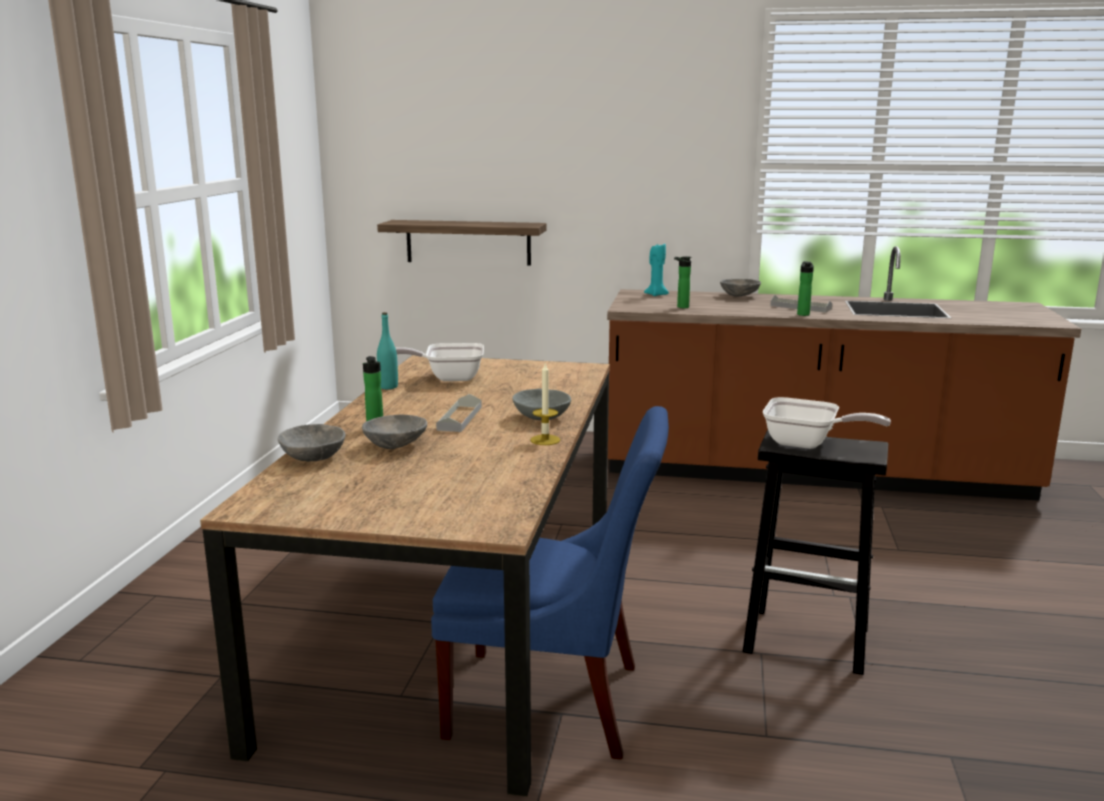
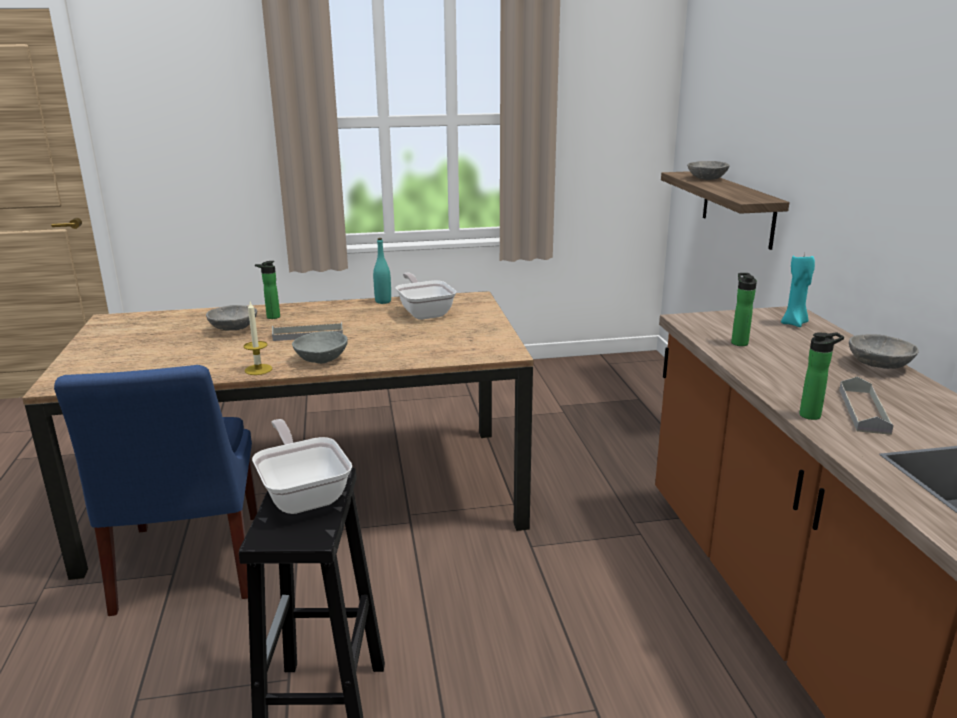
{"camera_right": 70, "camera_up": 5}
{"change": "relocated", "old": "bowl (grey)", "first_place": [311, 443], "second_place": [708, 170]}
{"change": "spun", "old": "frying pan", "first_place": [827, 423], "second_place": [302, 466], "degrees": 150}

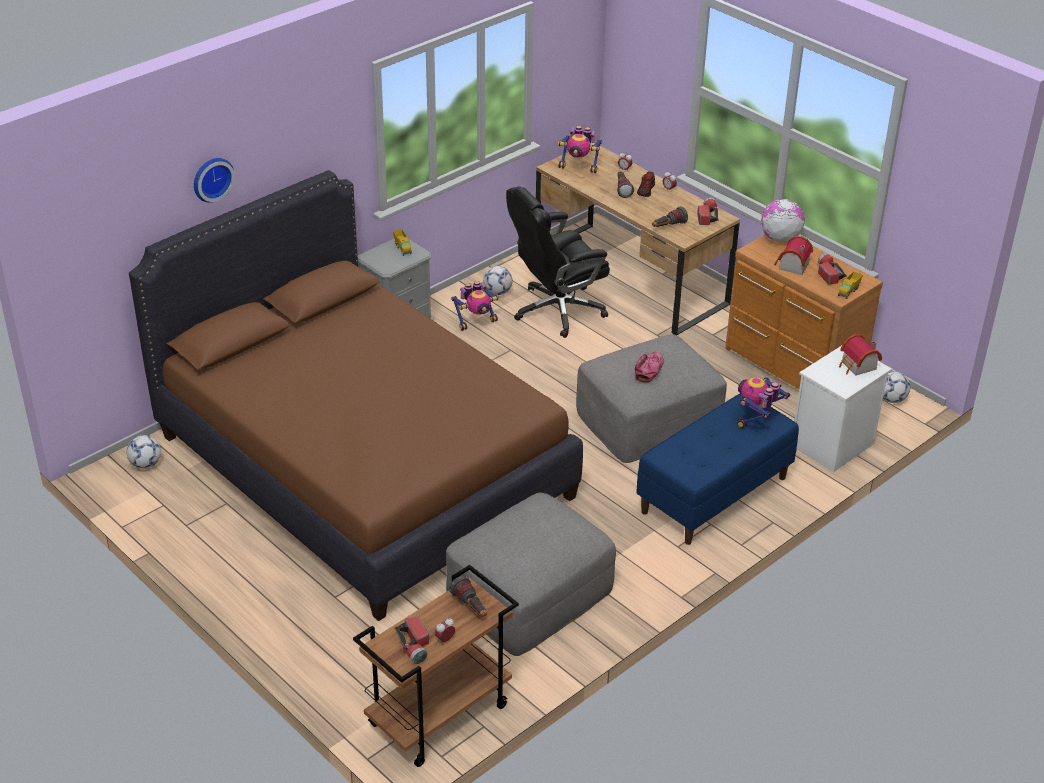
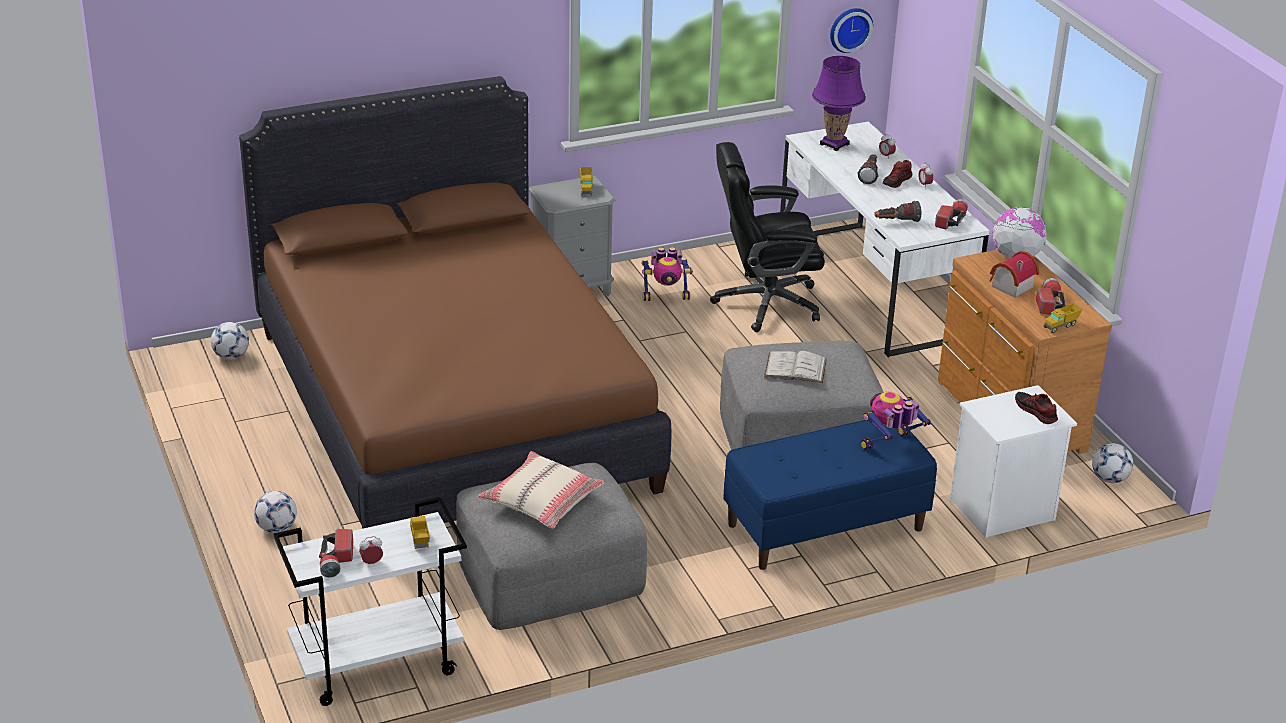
{"camera_right": 20, "camera_up": -5}
{"change": "appeared", "new": "pillow (beige)", "second_place": [541, 490]}
{"change": "relocated", "old": "wall clock", "first_place": [214, 180], "second_place": [851, 30]}
{"change": "relocated", "old": "football", "first_place": [498, 280], "second_place": [275, 512]}
{"change": "exchanged", "old": "flashlight", "new": "toy truck", "first_place": [468, 596], "second_place": [420, 532]}
{"change": "exchanged", "old": "toy robot", "new": "table lamp (purple)", "first_place": [580, 149], "second_place": [839, 103]}
{"change": "exchanged", "old": "cap", "new": "book (white)", "first_place": [649, 367], "second_place": [795, 367]}
{"change": "exchanged", "old": "toy house", "new": "shoe", "first_place": [860, 354], "second_place": [1036, 408]}
{"change": "colour", "old": "cart (brown)", "new": "cart (white)", "first_place": [436, 666], "second_place": [370, 601]}
{"change": "colour", "old": "desk (brown)", "new": "desk (white)", "first_place": [638, 238], "second_place": [884, 239]}

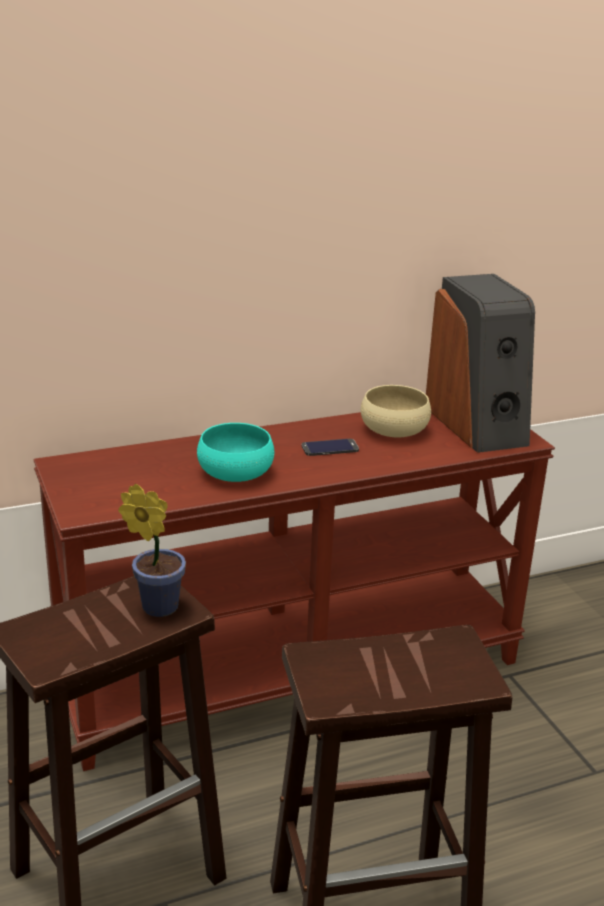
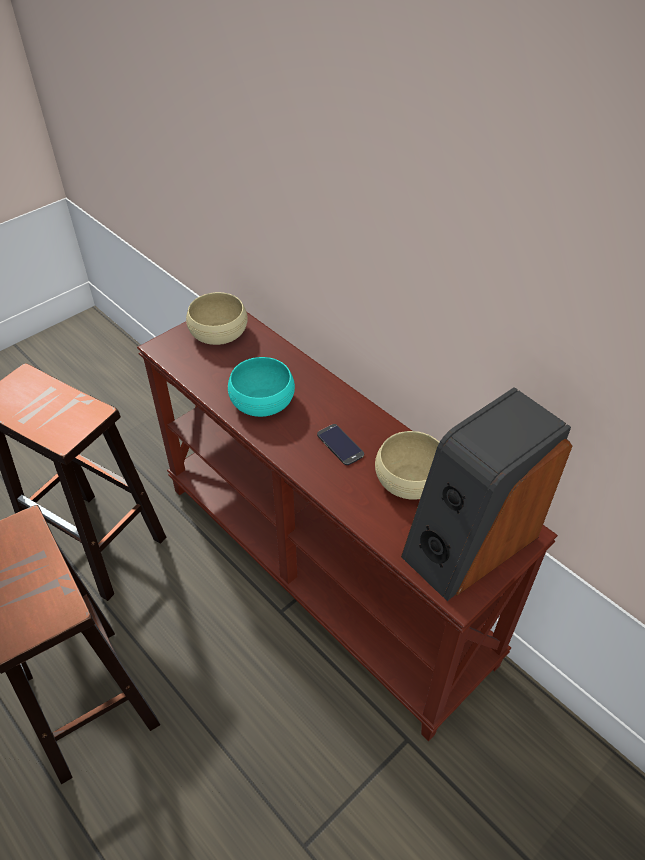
{"camera_right": 70, "camera_up": 20}
{"change": "missing", "old": "potted plant", "first_place": [152, 550]}
{"change": "appeared", "new": "bowl (beige)", "second_place": [216, 318]}

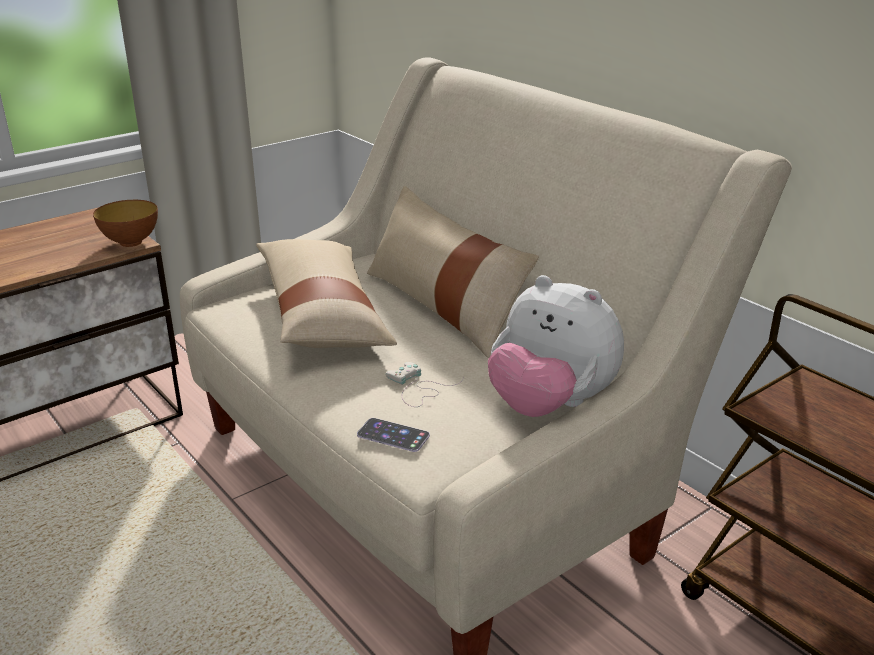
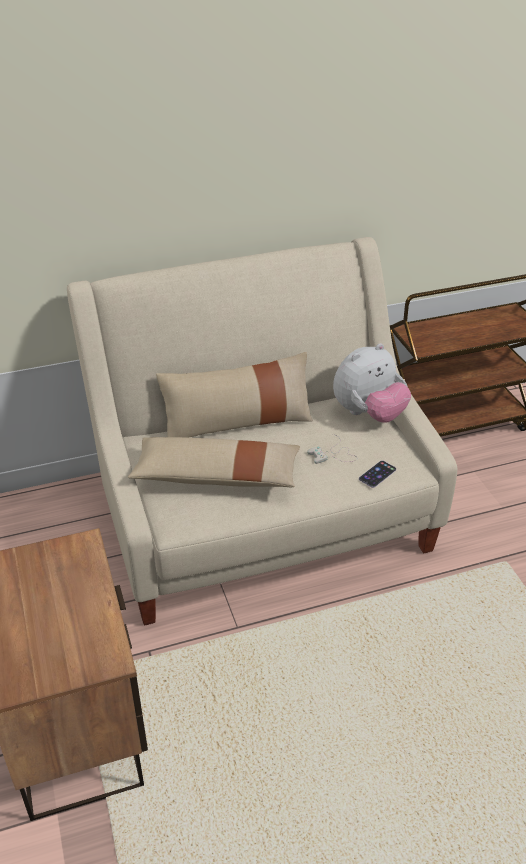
{"camera_right": -70, "camera_up": 10}
{"change": "missing", "old": "bowl", "first_place": [125, 223]}

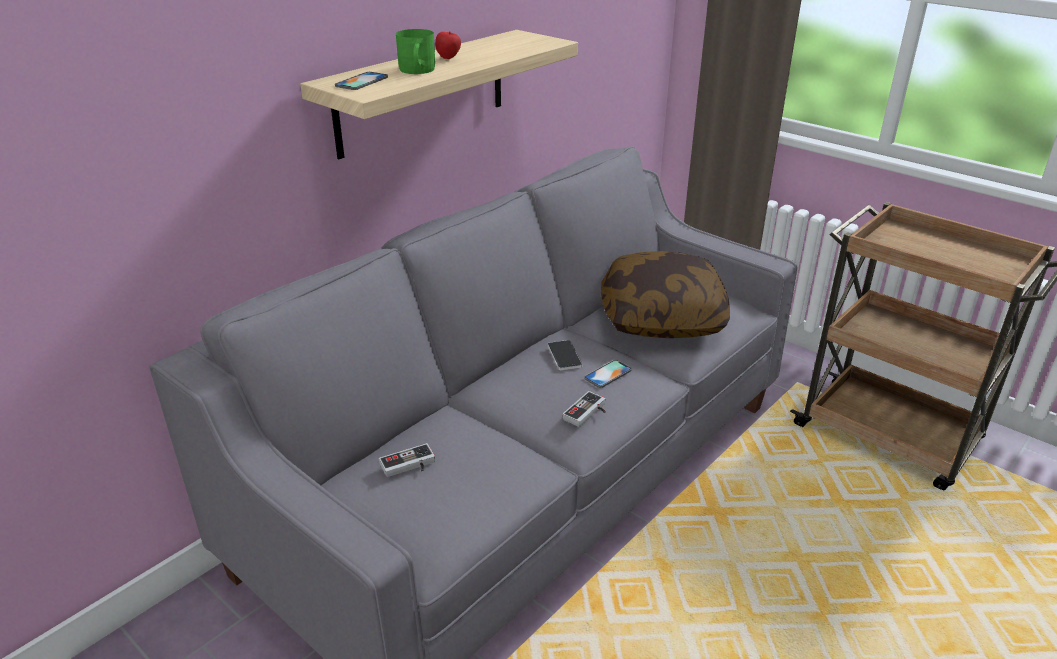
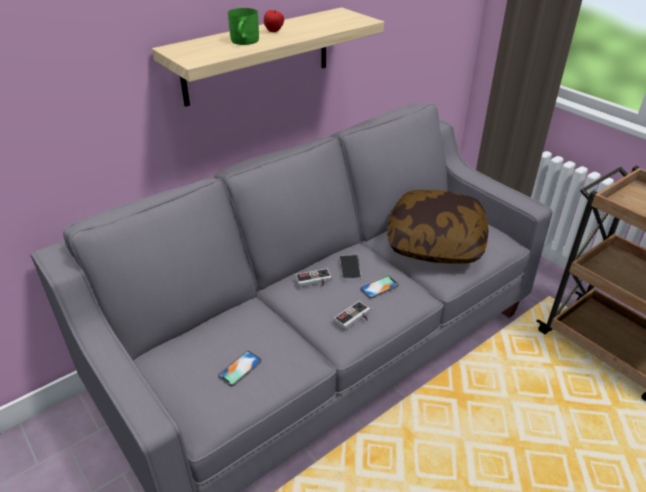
{"camera_right": 10, "camera_up": 5}
{"change": "relocated", "old": "phone", "first_place": [361, 81], "second_place": [240, 368]}
{"change": "relocated", "old": "game controller", "first_place": [407, 460], "second_place": [313, 277]}

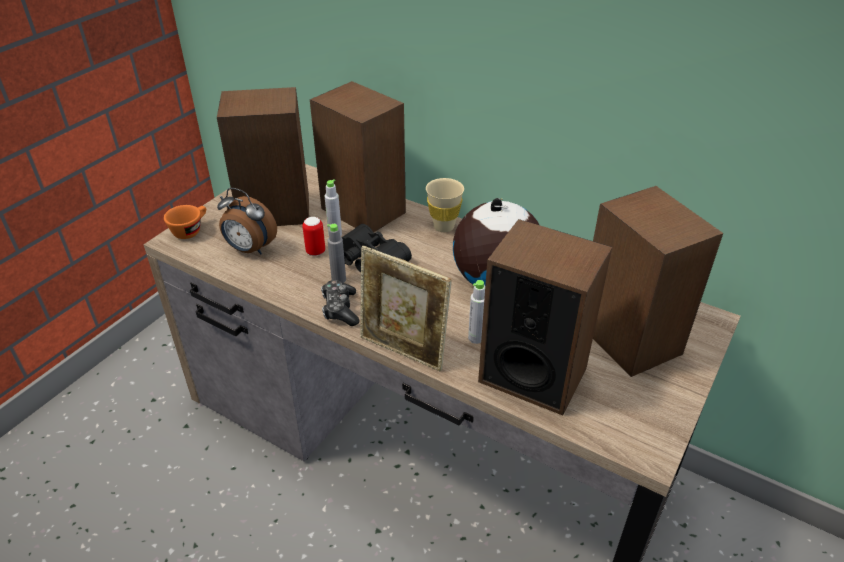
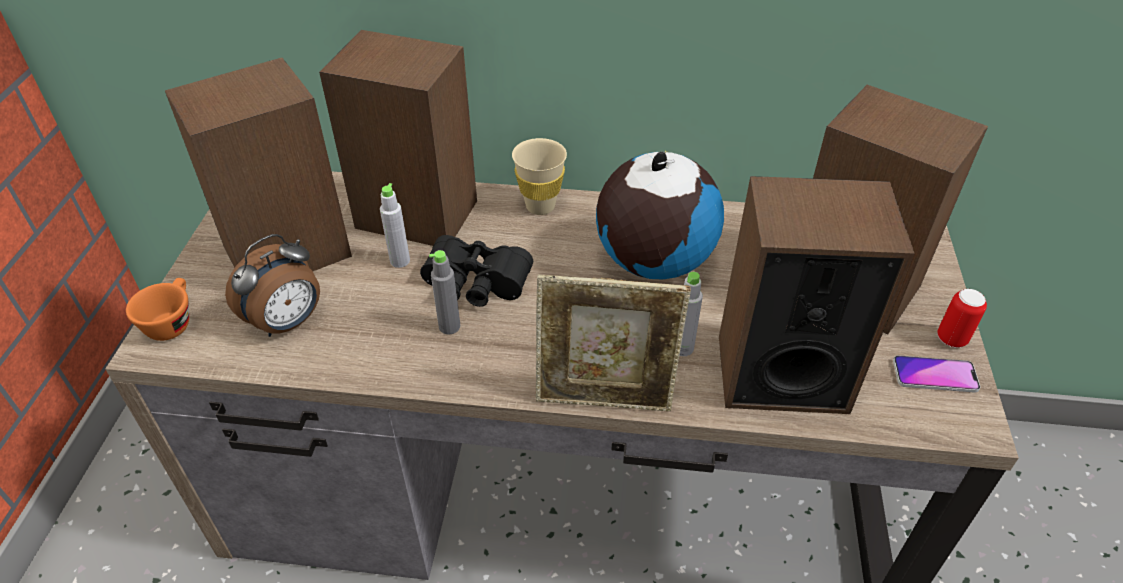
{"camera_right": -25, "camera_up": 5}
{"change": "missing", "old": "game controller", "first_place": [340, 303]}
{"change": "appeared", "new": "phone", "second_place": [936, 374]}
{"change": "relocated", "old": "can", "first_place": [313, 236], "second_place": [962, 318]}
{"change": "spun", "old": "alarm clock", "first_place": [247, 221], "second_place": [272, 285], "degrees": -45}

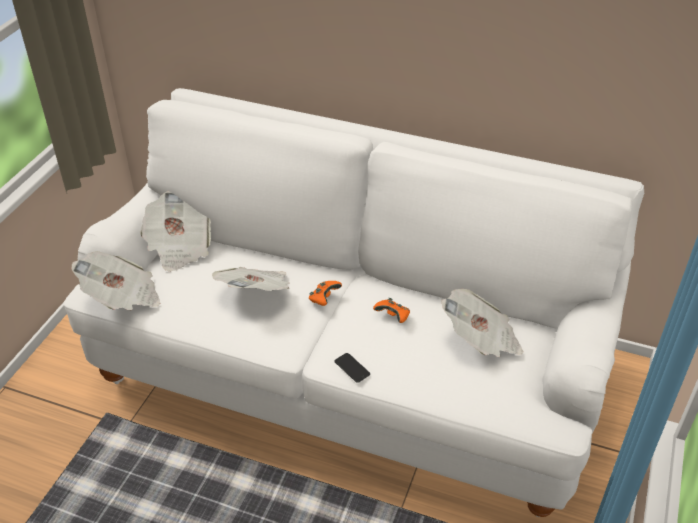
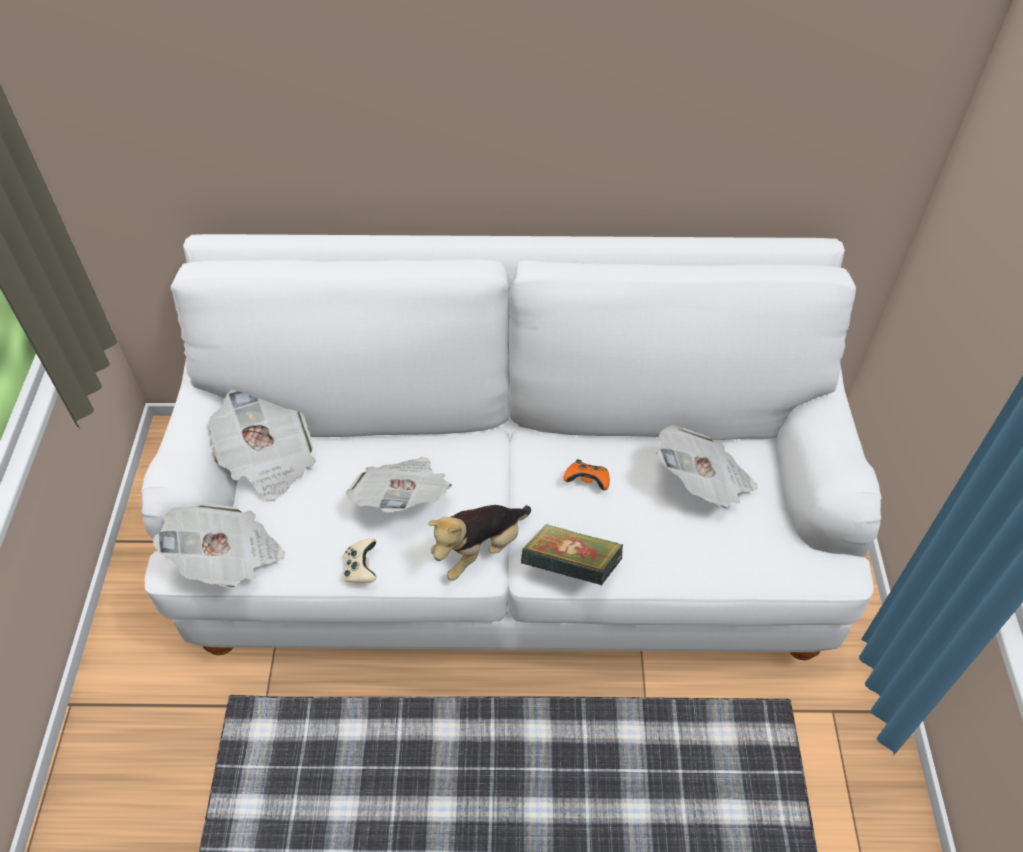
{"camera_right": -20, "camera_up": 10}
{"change": "missing", "old": "game controller (orange)", "first_place": [325, 293]}
{"change": "appeared", "new": "game controller (beige)", "second_place": [359, 560]}
{"change": "appeared", "new": "plush toy", "second_place": [479, 542]}
{"change": "exchanged", "old": "phone", "new": "book", "first_place": [352, 368], "second_place": [572, 555]}

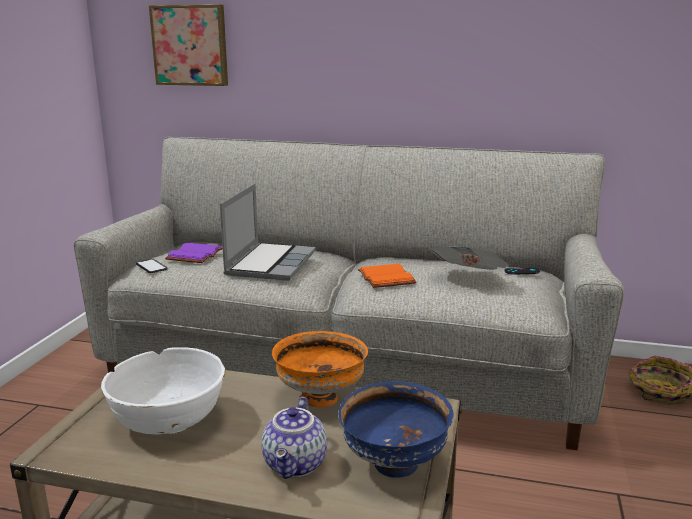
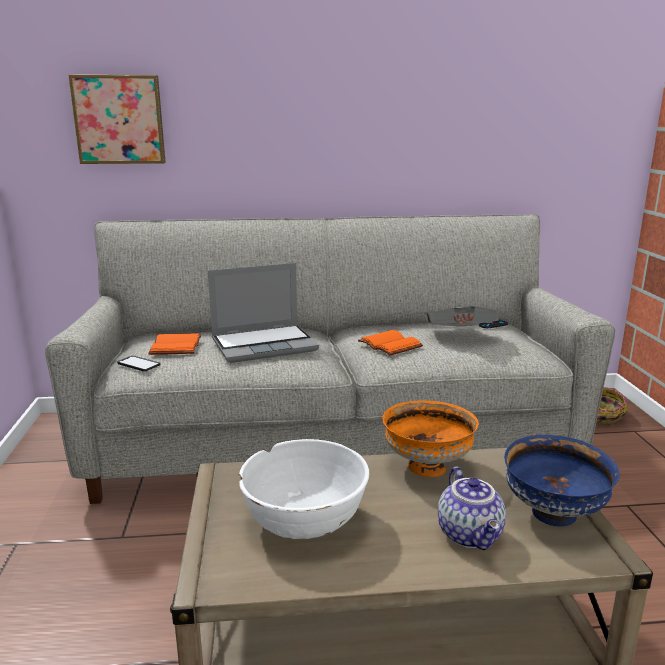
{"camera_right": -20, "camera_up": 0}
{"change": "colour", "old": "book (purple)", "new": "book (orange)", "first_place": [194, 253], "second_place": [174, 344]}
{"change": "spun", "old": "laptop", "first_place": [268, 232], "second_place": [263, 313], "degrees": 75}

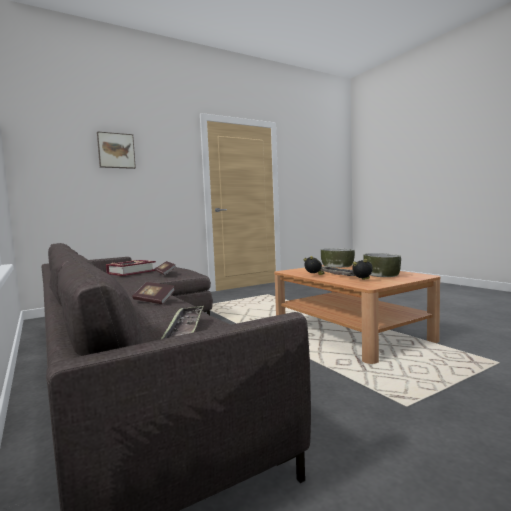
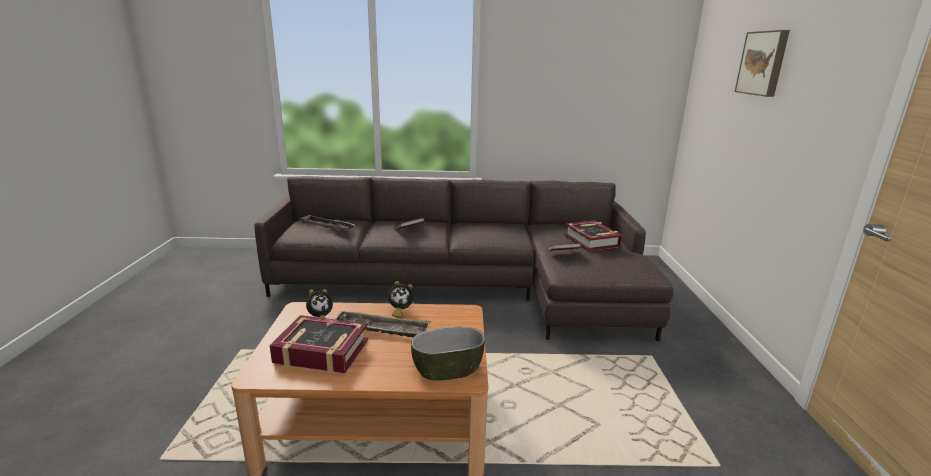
{"camera_right": 120, "camera_up": 15}
{"change": "exchanged", "old": "bowl", "new": "book", "first_place": [382, 265], "second_place": [319, 344]}

